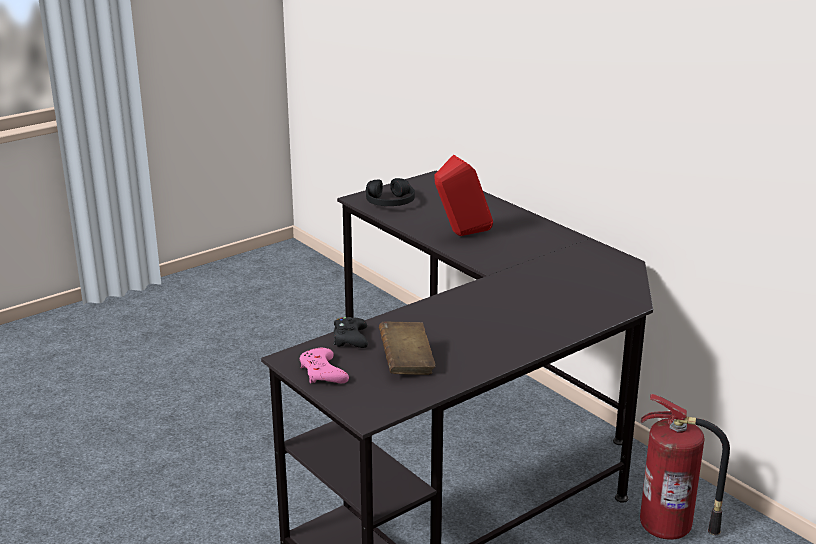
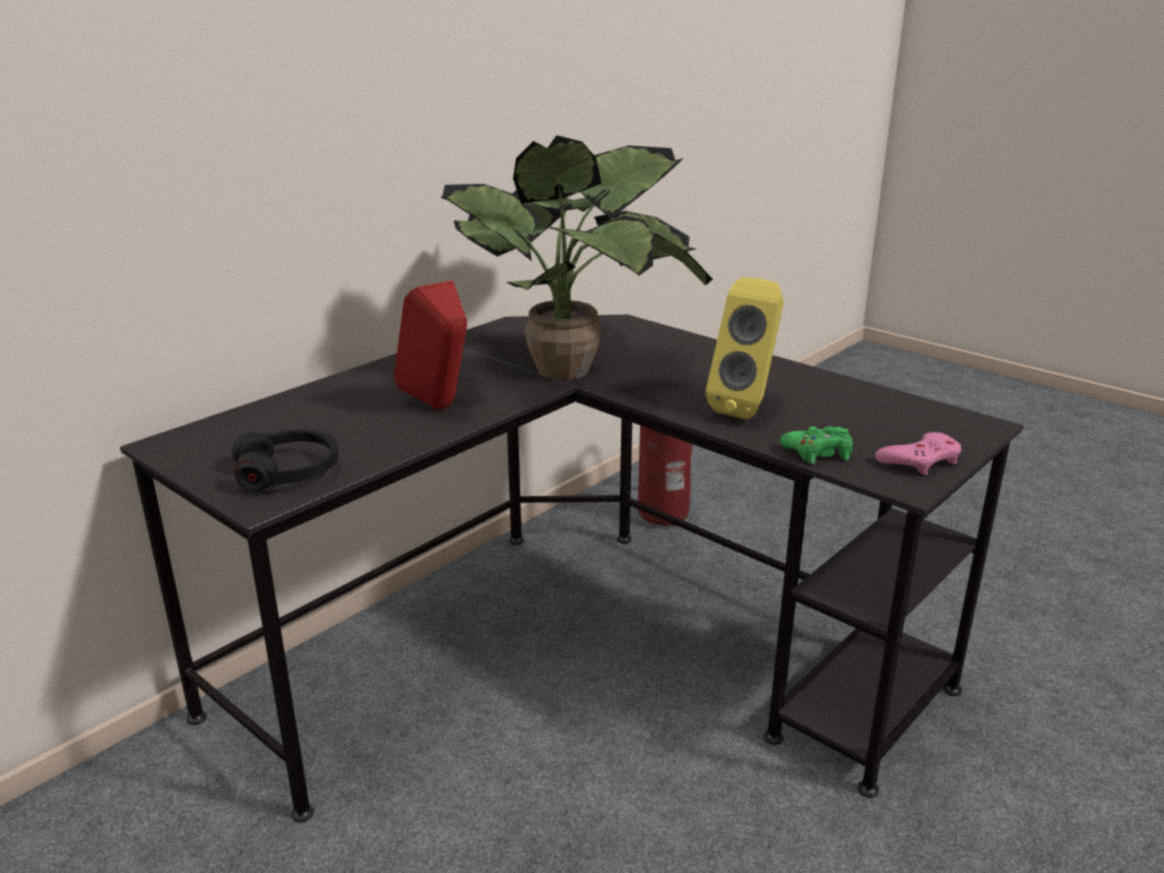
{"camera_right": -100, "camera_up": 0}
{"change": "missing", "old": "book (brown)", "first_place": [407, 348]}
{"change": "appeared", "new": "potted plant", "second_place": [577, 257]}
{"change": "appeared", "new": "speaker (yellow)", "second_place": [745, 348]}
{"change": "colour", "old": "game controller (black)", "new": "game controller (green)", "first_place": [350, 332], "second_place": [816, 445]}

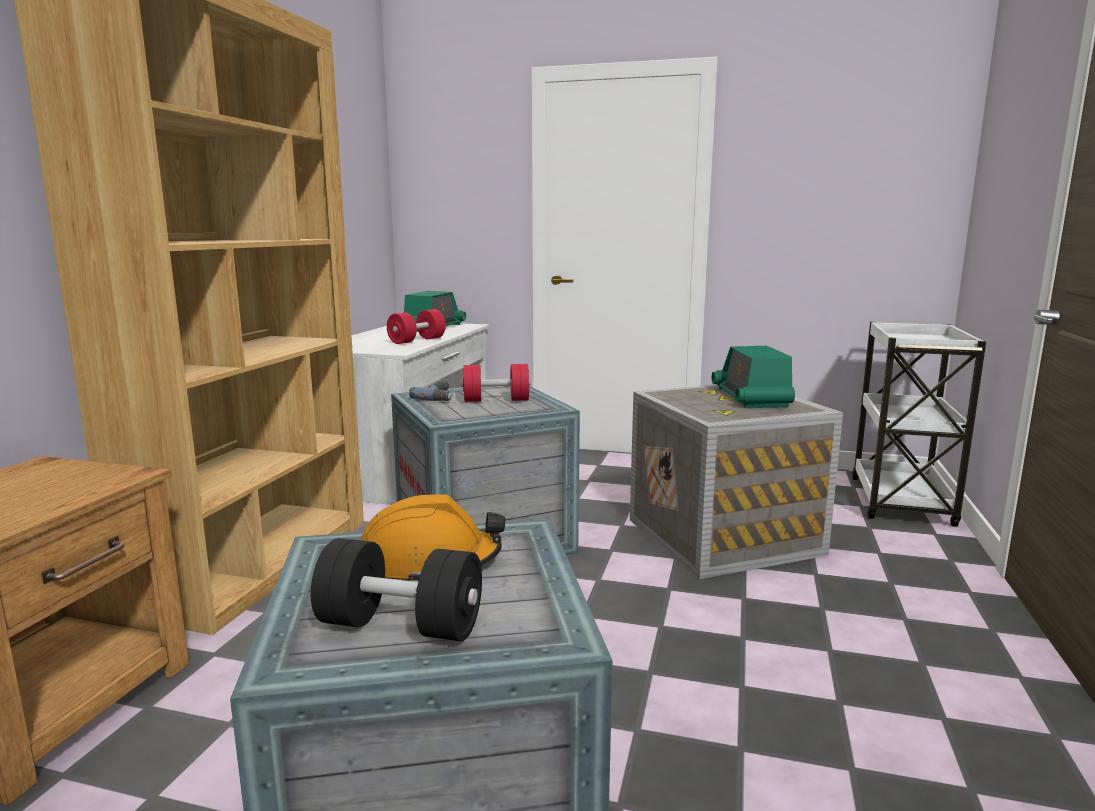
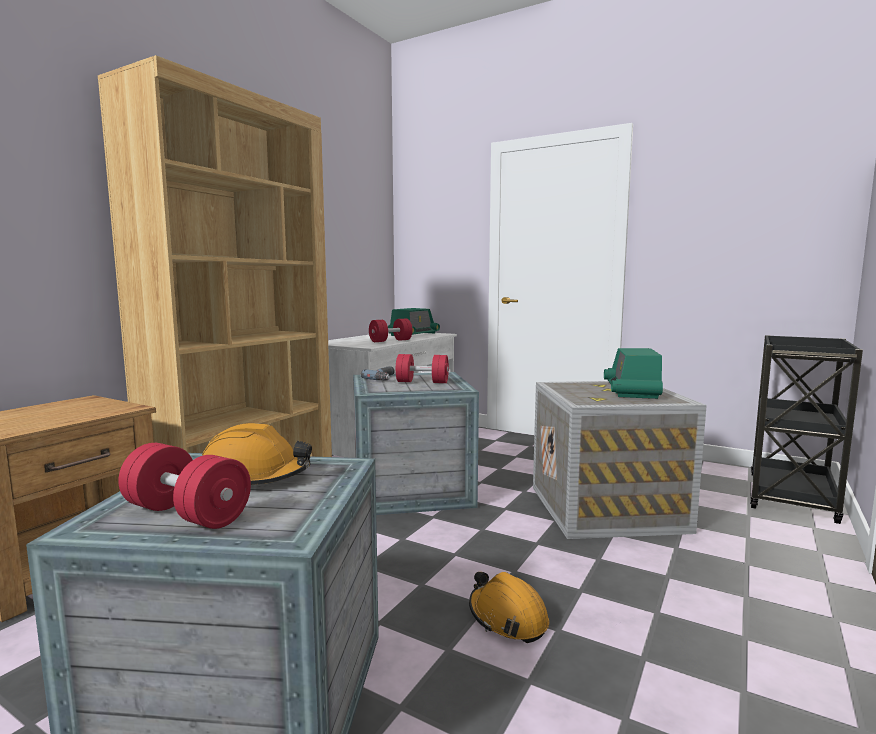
{"camera_right": 15, "camera_up": -5}
{"change": "appeared", "new": "hard hat (orange)", "second_place": [509, 607]}
{"change": "colour", "old": "dumbbell (black)", "new": "dumbbell (red)", "first_place": [396, 589], "second_place": [185, 486]}
{"change": "colour", "old": "cart (white)", "new": "cart (black)", "first_place": [919, 424], "second_place": [806, 429]}

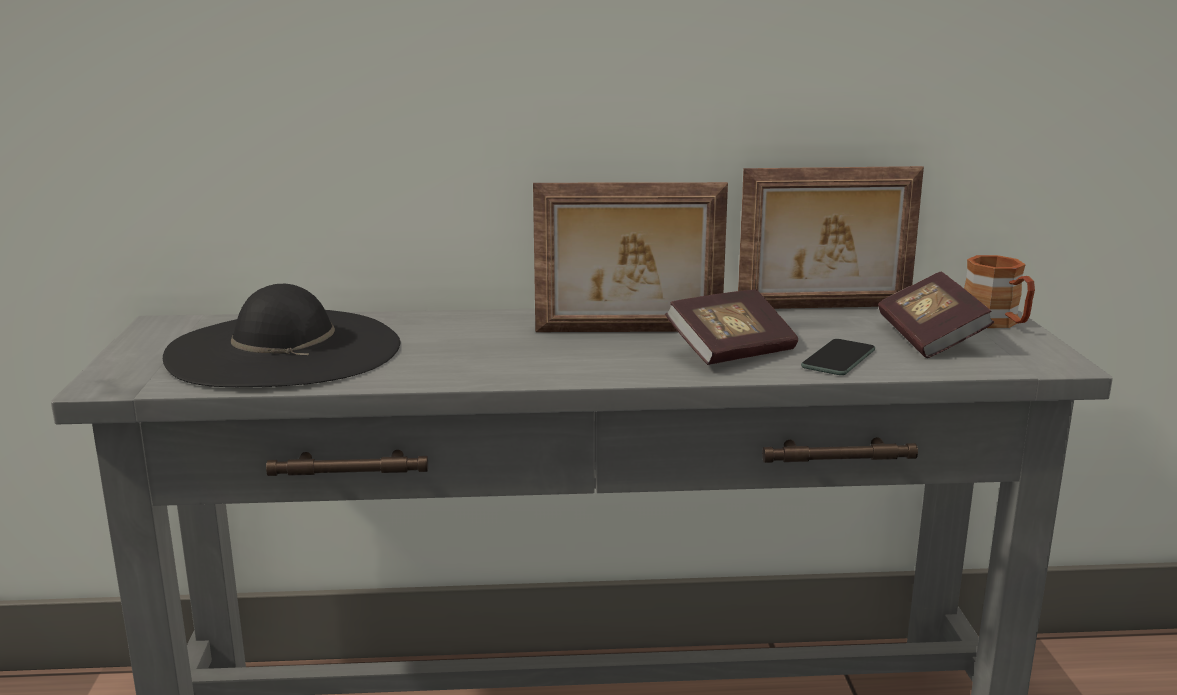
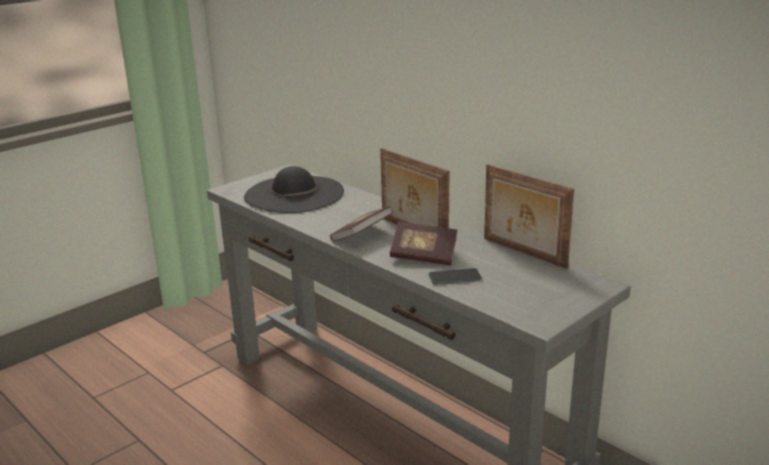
{"camera_right": 50, "camera_up": 5}
{"change": "missing", "old": "mug (brown)", "first_place": [999, 291]}
{"change": "relocated", "old": "book", "first_place": [936, 315], "second_place": [361, 224]}

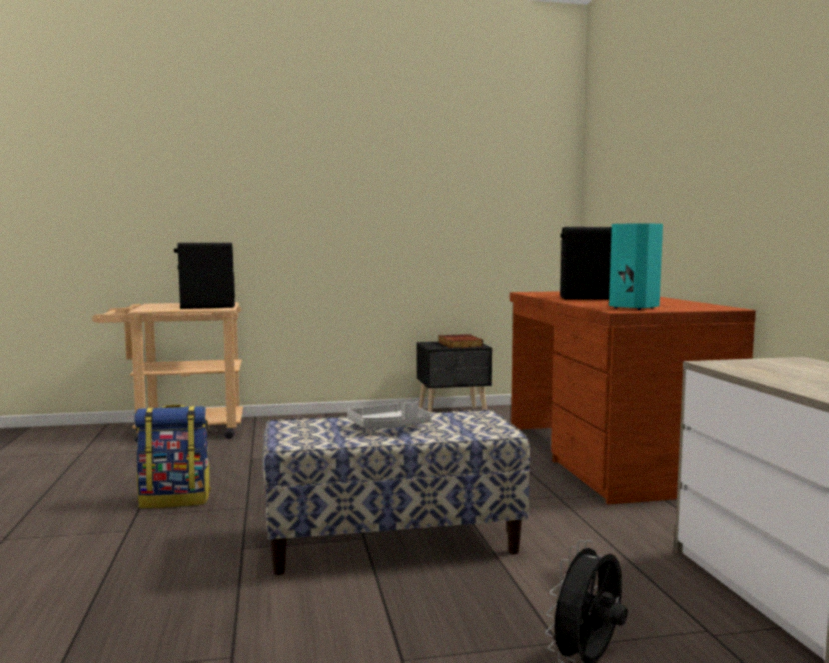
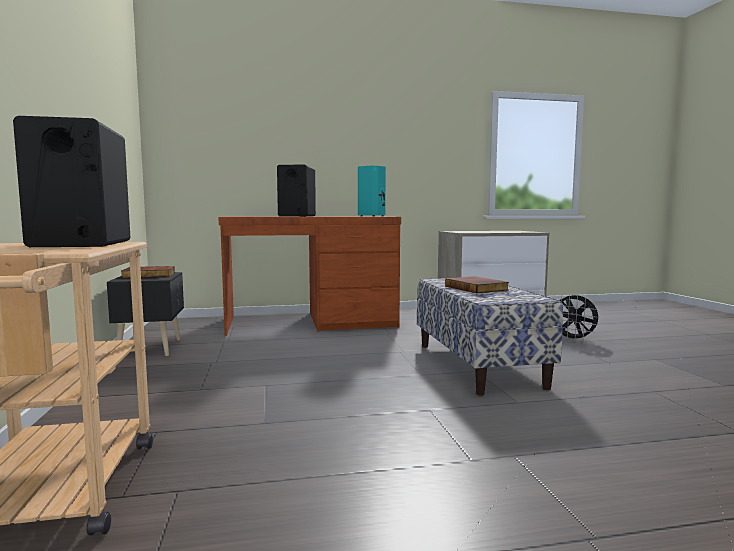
{"camera_right": -90, "camera_up": 0}
{"change": "missing", "old": "backpack", "first_place": [172, 456]}
{"change": "exchanged", "old": "tray (grey)", "new": "book", "first_place": [389, 414], "second_place": [477, 284]}

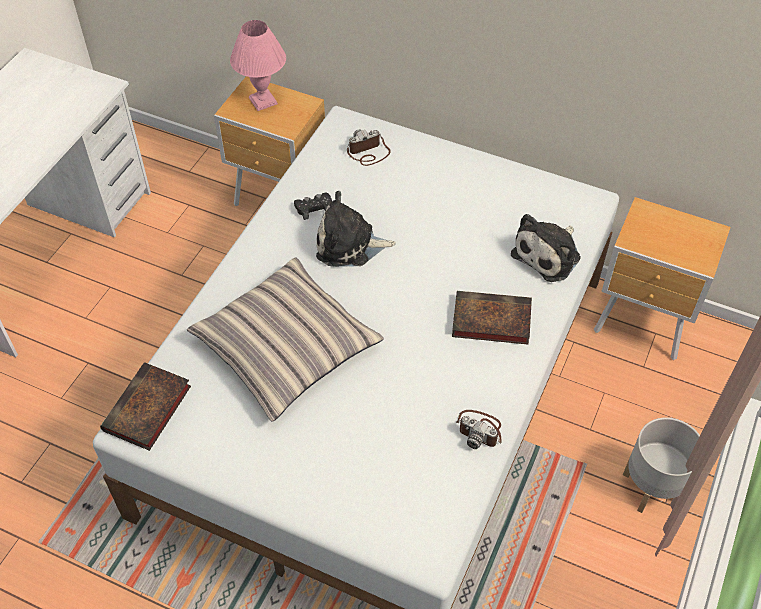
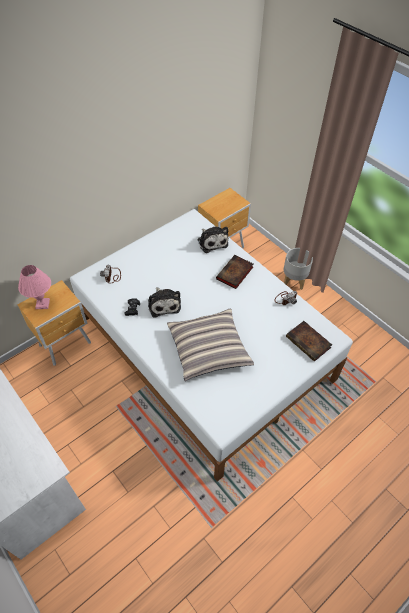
{"camera_right": -65, "camera_up": 0}
{"change": "relocated", "old": "book", "first_place": [145, 406], "second_place": [309, 341]}
{"change": "spun", "old": "plush toy", "first_place": [356, 229], "second_place": [164, 302], "degrees": -45}

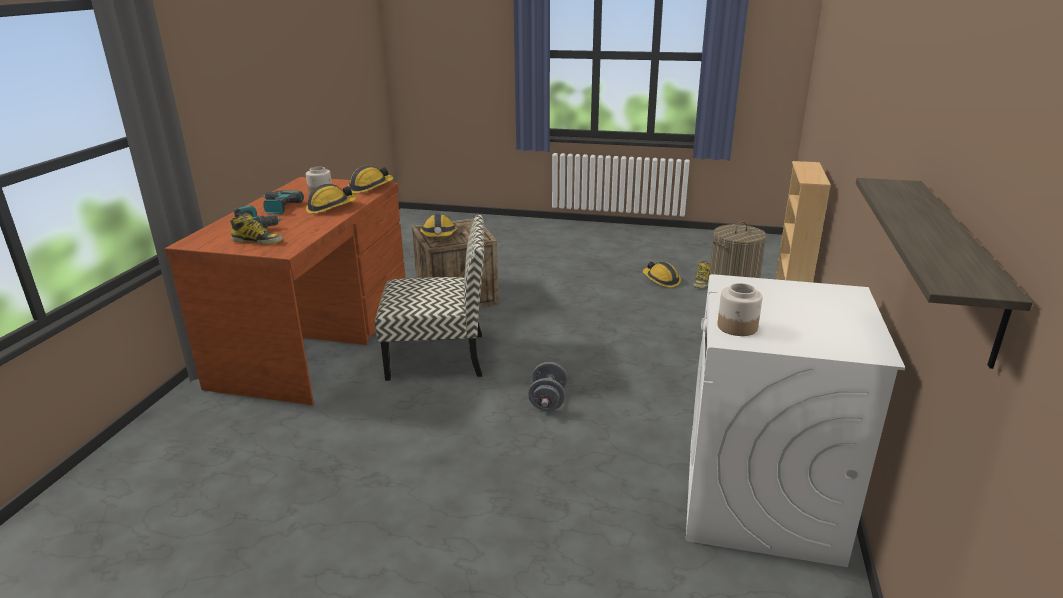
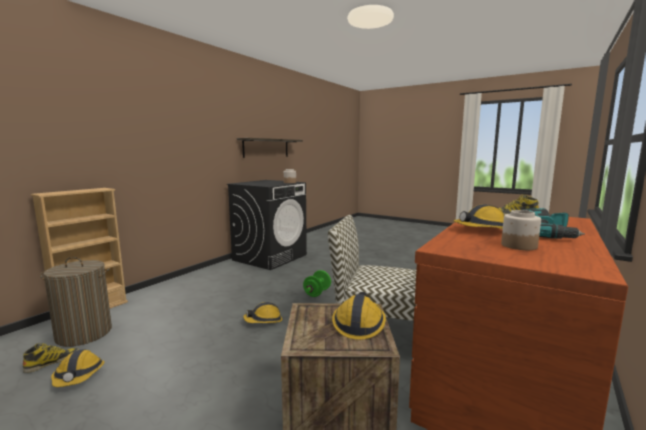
{"camera_right": -160, "camera_up": -15}
{"change": "relocated", "old": "hard hat", "first_place": [370, 179], "second_place": [262, 312]}
{"change": "colour", "old": "dumbbell (grey)", "new": "dumbbell (green)", "first_place": [547, 386], "second_place": [317, 283]}
{"change": "colour", "old": "washing machine (white)", "new": "washing machine (black)", "first_place": [795, 420], "second_place": [267, 225]}

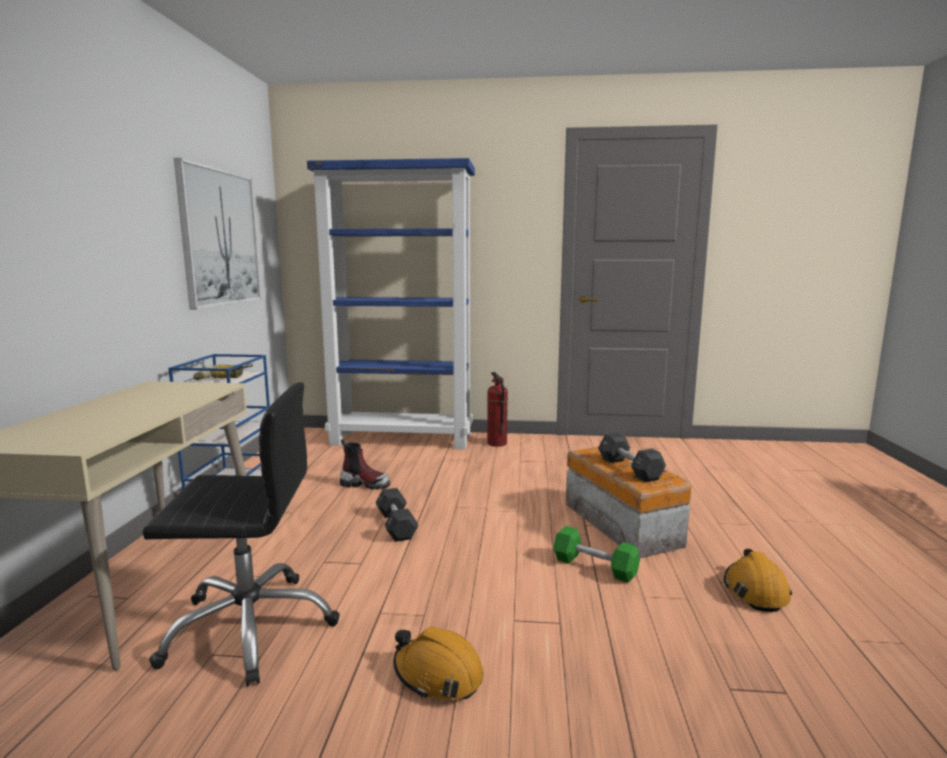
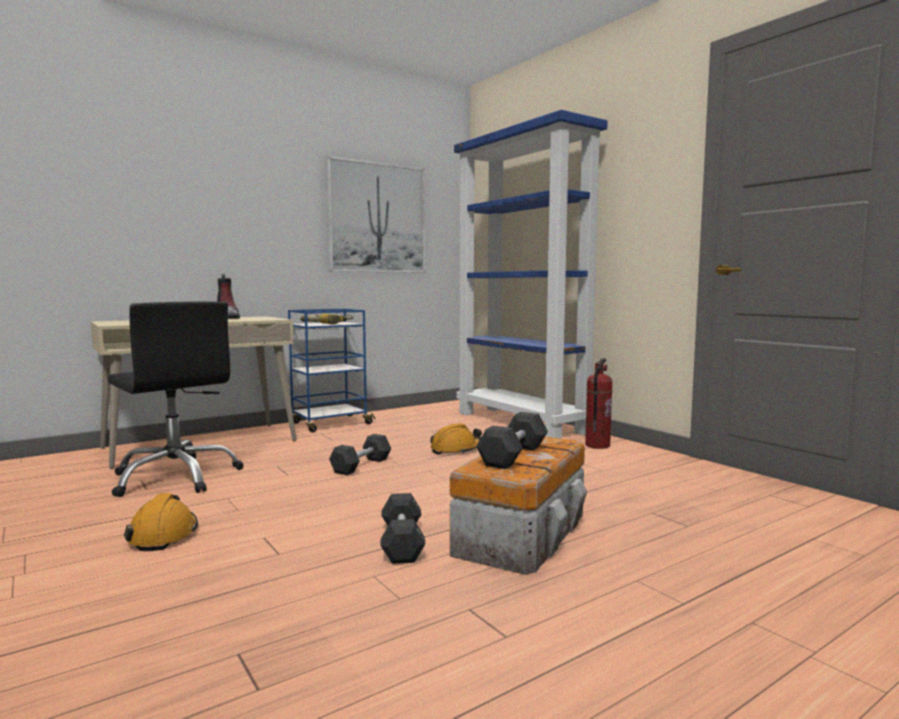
{"camera_right": 50, "camera_up": -5}
{"change": "relocated", "old": "boot", "first_place": [365, 464], "second_place": [228, 296]}
{"change": "relocated", "old": "hard hat (orange)", "first_place": [758, 580], "second_place": [456, 439]}
{"change": "colour", "old": "dumbbell (green)", "new": "dumbbell (black)", "first_place": [596, 554], "second_place": [403, 528]}

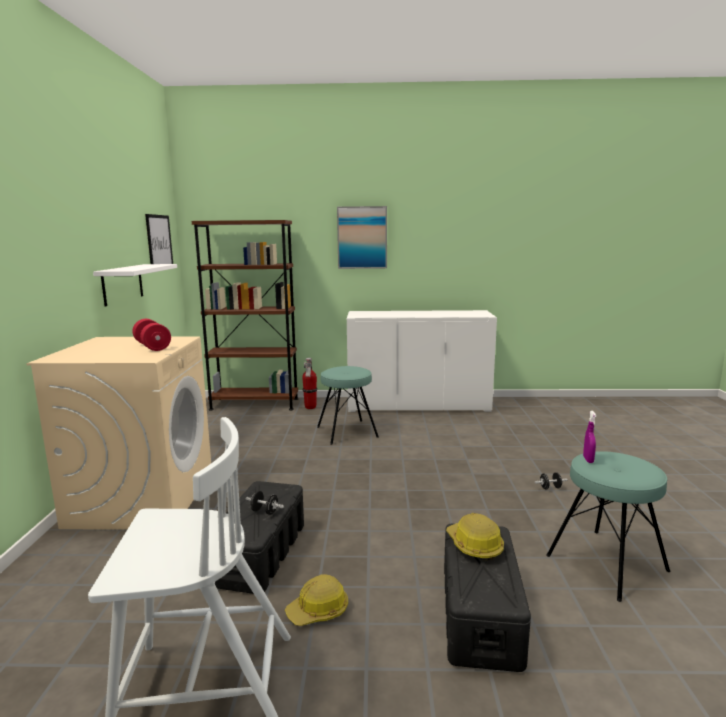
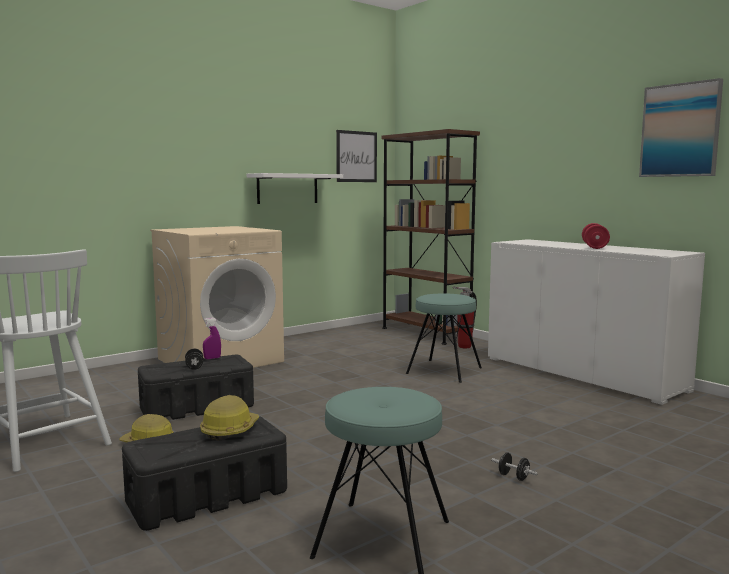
{"camera_right": 50, "camera_up": -5}
{"change": "relocated", "old": "dumbbell (red)", "first_place": [151, 335], "second_place": [596, 236]}
{"change": "relocated", "old": "picture", "first_place": [362, 237], "second_place": [681, 127]}
{"change": "relocated", "old": "spray bottle (purple)", "first_place": [590, 437], "second_place": [212, 338]}

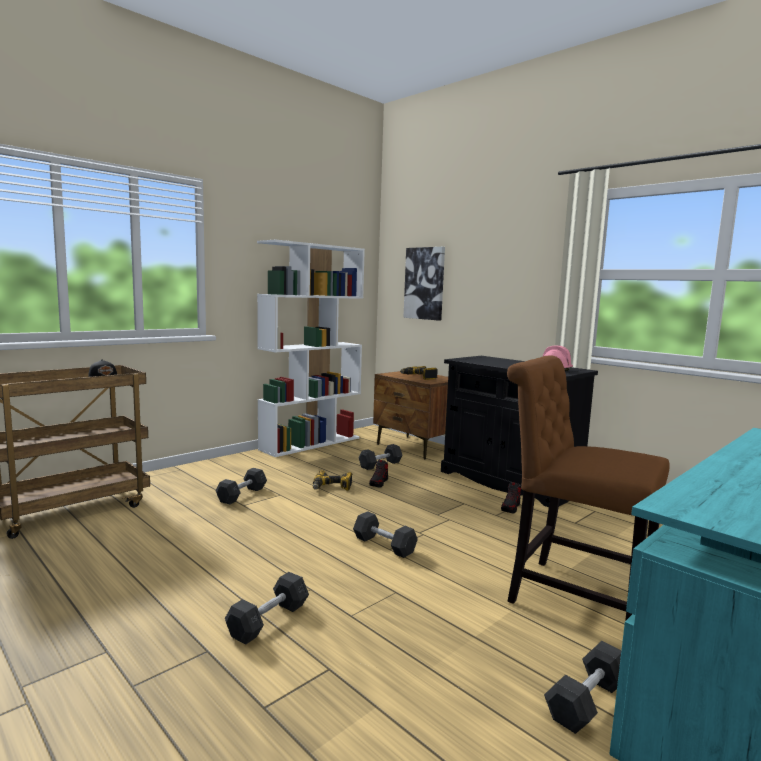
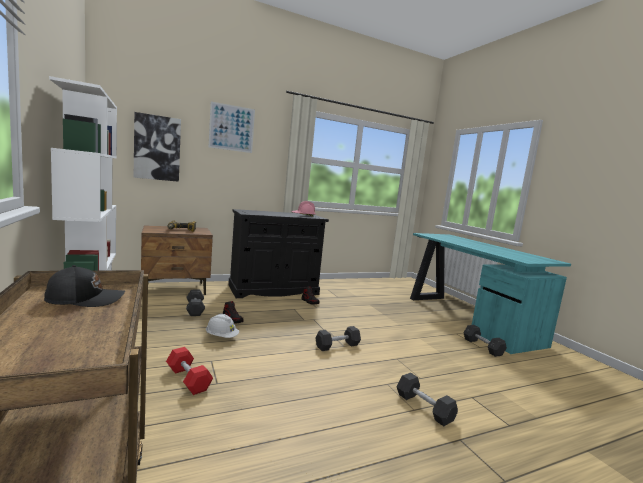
{"camera_right": -70, "camera_up": 0}
{"change": "missing", "old": "chair (brown)", "first_place": [588, 488]}
{"change": "appeared", "new": "picture", "second_place": [232, 127]}
{"change": "exchanged", "old": "power drill", "new": "hard hat (white)", "first_place": [332, 480], "second_place": [222, 326]}
{"change": "colour", "old": "dumbbell (grey)", "new": "dumbbell (red)", "first_place": [241, 486], "second_place": [189, 371]}

